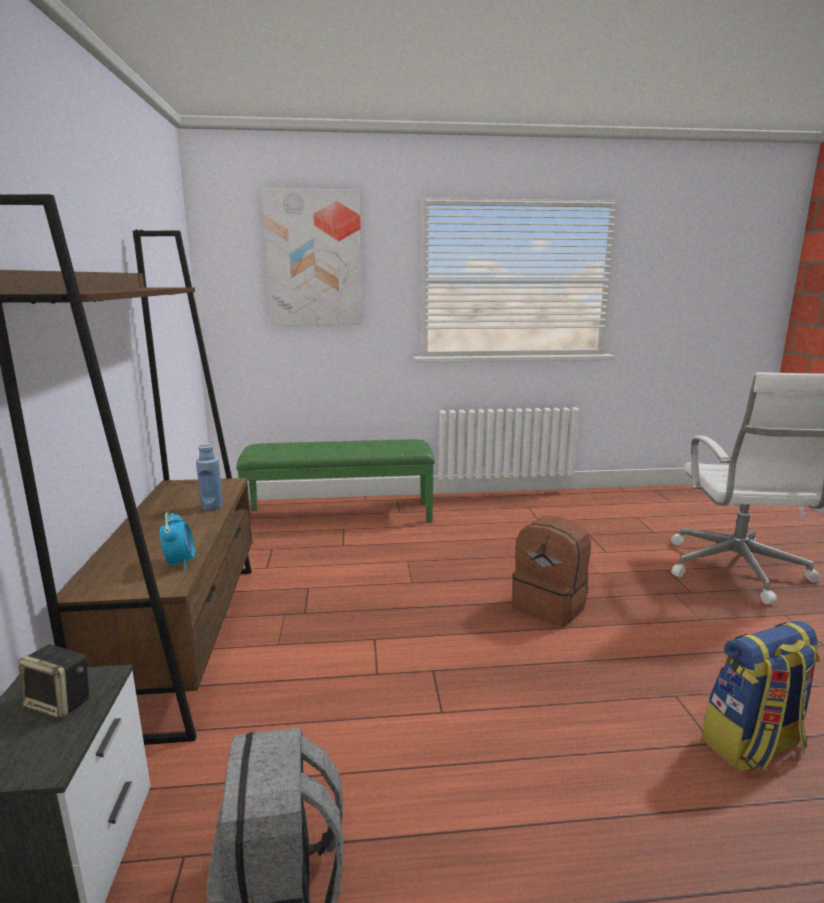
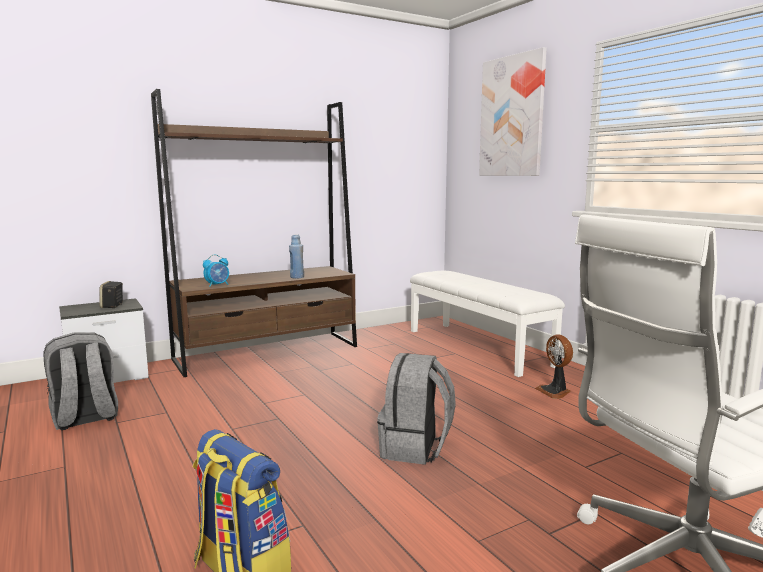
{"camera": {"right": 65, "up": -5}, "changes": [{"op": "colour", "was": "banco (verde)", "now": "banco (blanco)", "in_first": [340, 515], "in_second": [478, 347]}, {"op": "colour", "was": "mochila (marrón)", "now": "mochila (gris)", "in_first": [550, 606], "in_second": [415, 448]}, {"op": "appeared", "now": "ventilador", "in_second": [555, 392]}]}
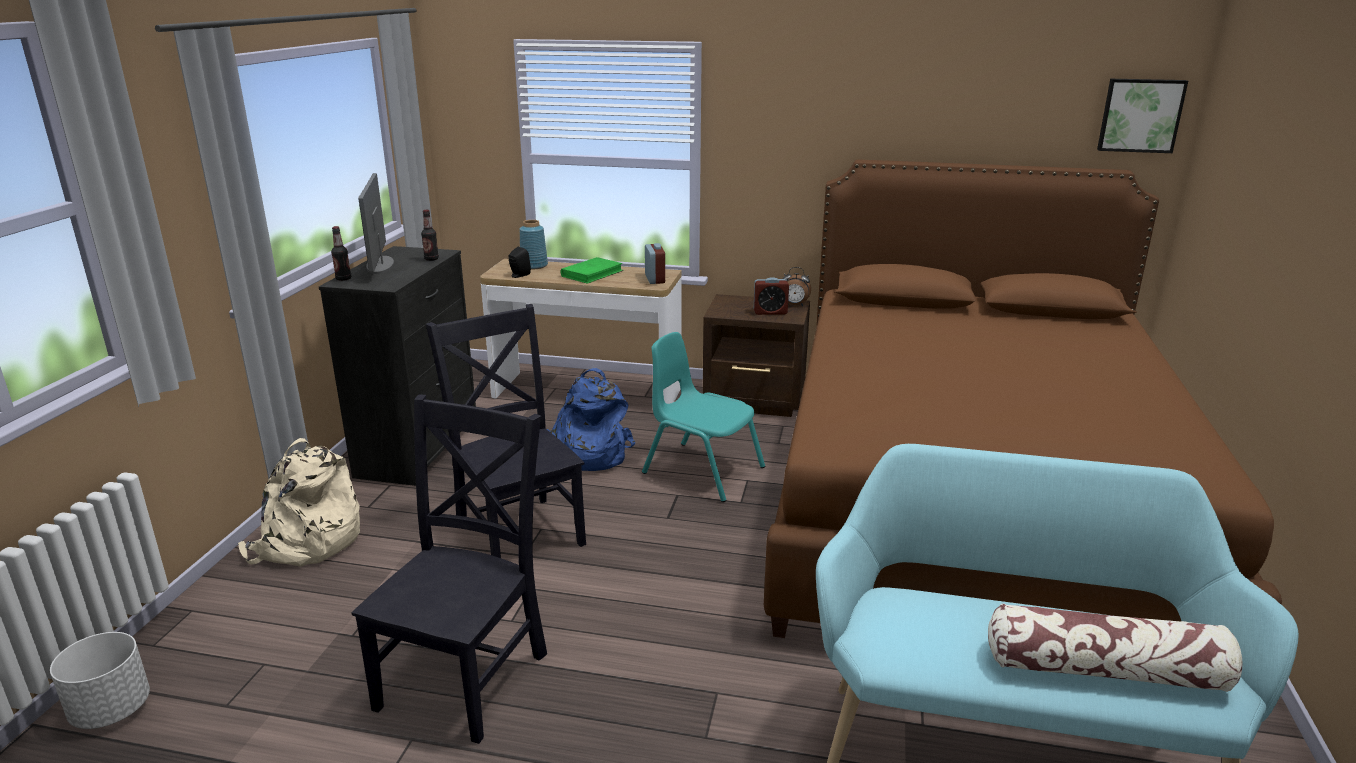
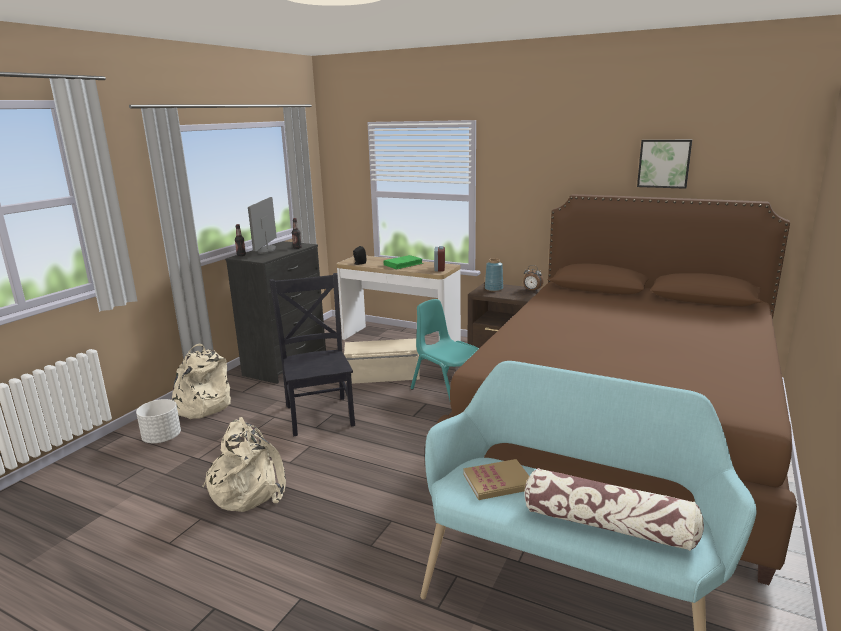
{"camera": {"right": 15, "up": -5}, "changes": [{"op": "relocated", "was": "maceta (blanco)", "in_first": [111, 710], "in_second": [162, 438]}, {"op": "exchanged", "was": "silla (negro)", "now": "mochila (beis)", "in_first": [467, 675], "in_second": [249, 489]}, {"op": "relocated", "was": "florero (azul)", "in_first": [533, 265], "in_second": [493, 289]}, {"op": "exchanged", "was": "mochila (azul)", "now": "caja de almacenaje (beis)", "in_first": [587, 454], "in_second": [382, 375]}, {"op": "missing", "was": "despertador", "in_first": [770, 312]}, {"op": "relocated", "was": "cuadro", "in_first": [1140, 115], "in_second": [664, 163]}, {"op": "appeared", "now": "libro", "in_second": [498, 482]}]}
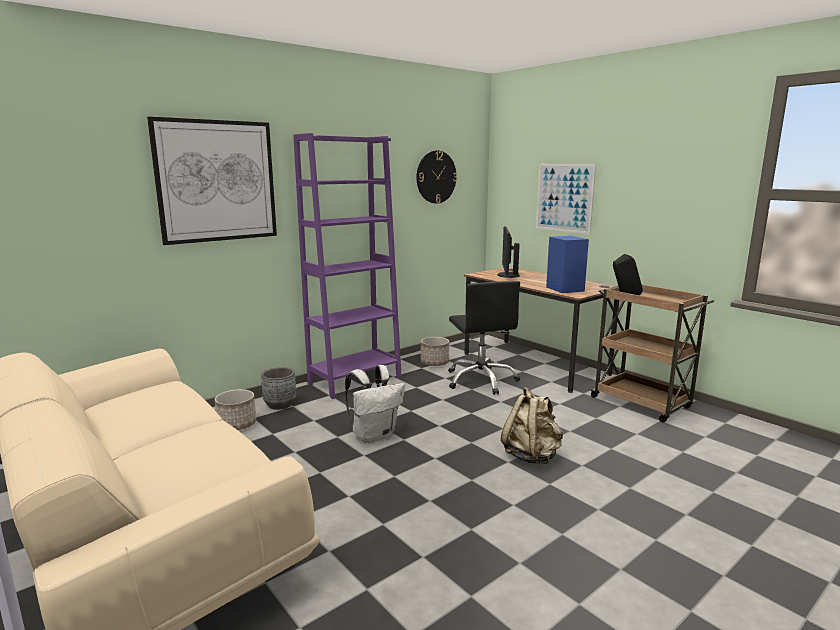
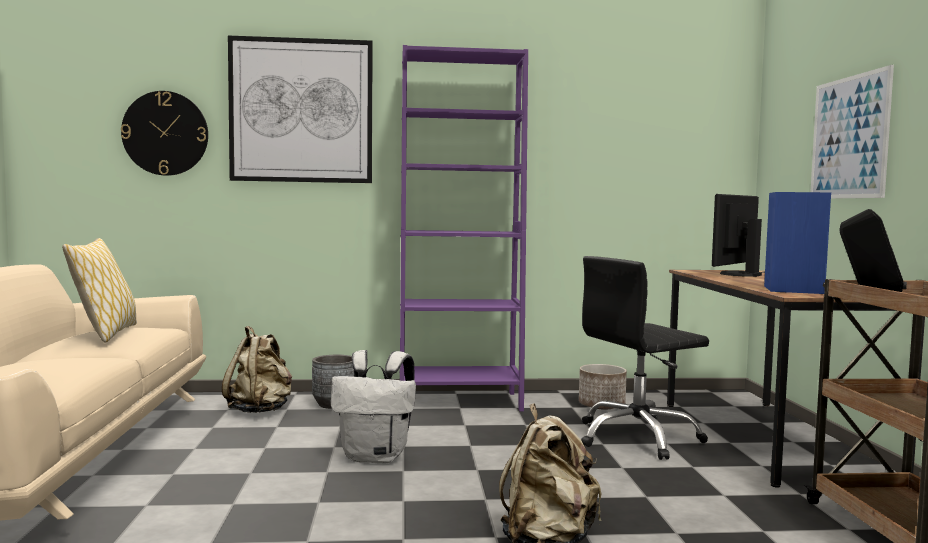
{"camera": {"right": 35, "up": -10}, "changes": [{"op": "exchanged", "was": "maceta", "now": "mochila (beis)", "in_first": [236, 424], "in_second": [260, 410]}, {"op": "relocated", "was": "reloj de pared", "in_first": [436, 177], "in_second": [165, 133]}, {"op": "spun", "was": "silla de oficina (negro)", "in_first": [481, 380], "in_second": [637, 438], "clockwise": 45}, {"op": "appeared", "now": "cojín", "in_second": [105, 334]}]}
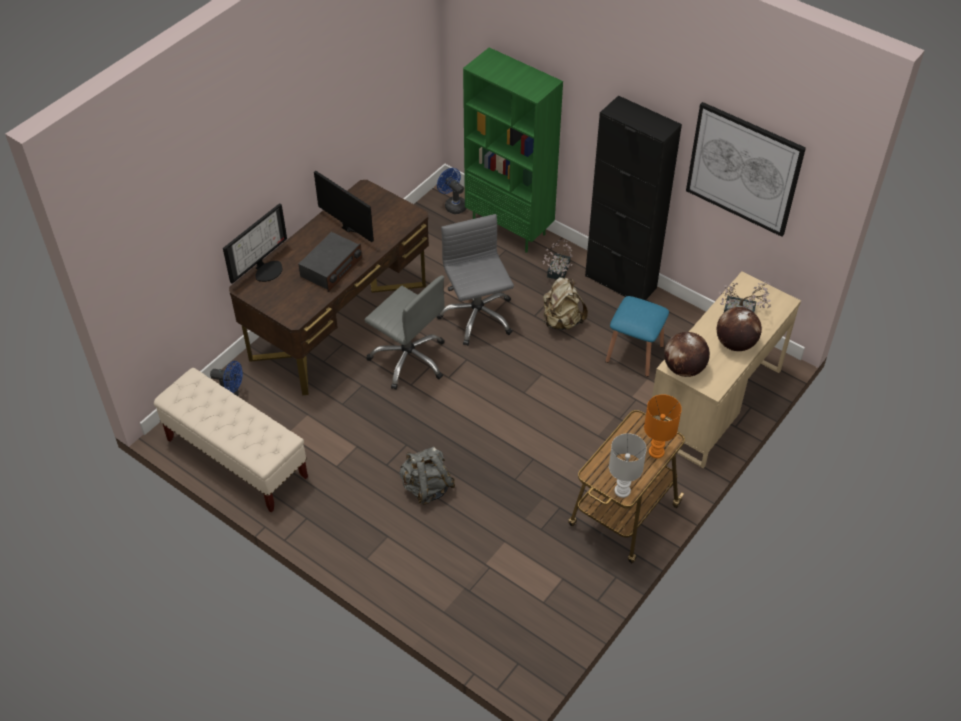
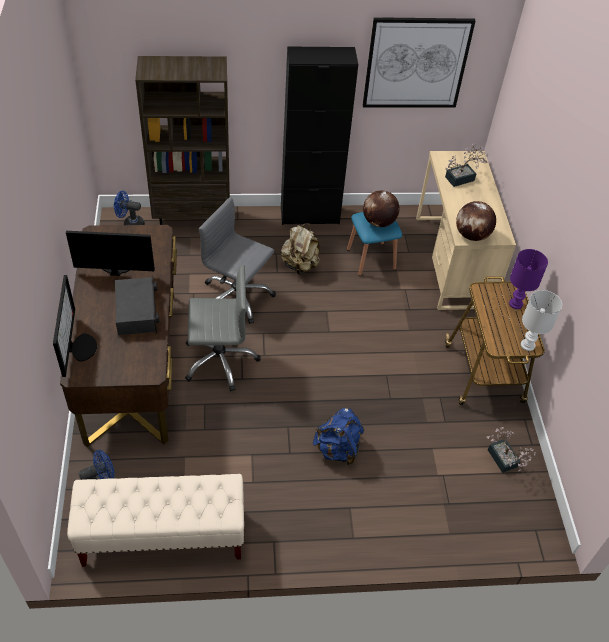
{"camera": {"right": -45, "up": 0}, "changes": [{"op": "colour", "was": "mochila (gris)", "now": "mochila (azul)", "in_first": [426, 487], "in_second": [337, 449]}, {"op": "colour", "was": "estantería (verde)", "now": "estantería (marrón)", "in_first": [510, 229], "in_second": [193, 220]}, {"op": "relocated", "was": "planta en maceta", "in_first": [557, 272], "in_second": [504, 461]}, {"op": "colour", "was": "lámpara de mesa (naranja)", "now": "lámpara de mesa (morado)", "in_first": [655, 452], "in_second": [515, 304]}, {"op": "relocated", "was": "globo terráqueo", "in_first": [735, 344], "in_second": [378, 222]}]}
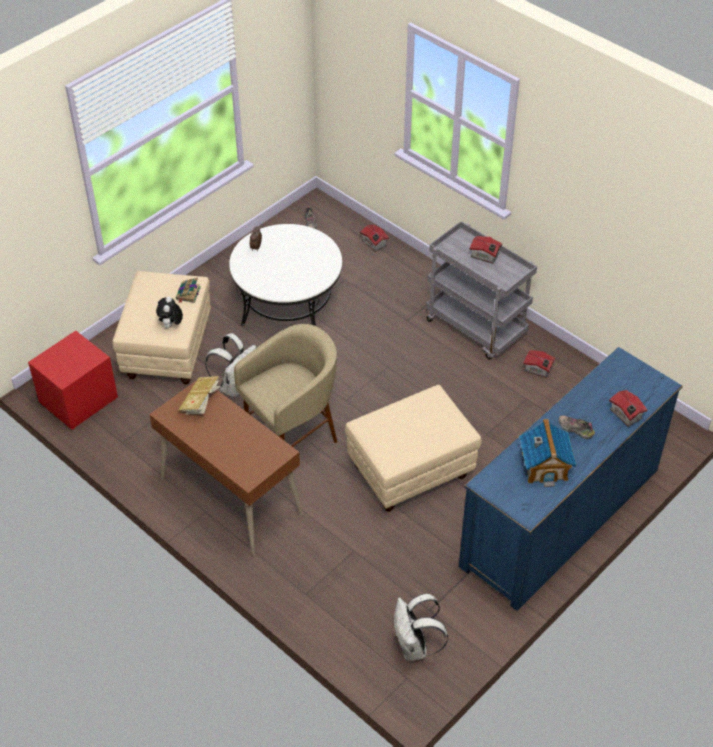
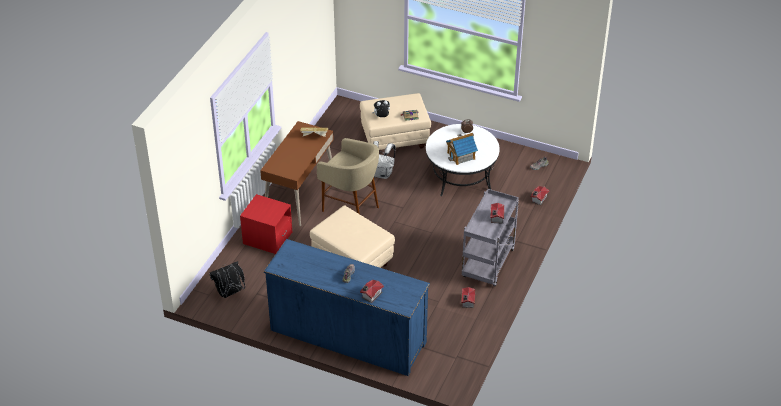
{"camera": {"right": 70, "up": -5}, "changes": [{"op": "relocated", "was": "mesita de noche (rojo)", "in_first": [78, 400], "in_second": [267, 238]}, {"op": "colour", "was": "mochila (blanco)", "now": "mochila (negro)", "in_first": [415, 647], "in_second": [229, 293]}, {"op": "relocated", "was": "casita", "in_first": [545, 466], "in_second": [461, 155]}]}
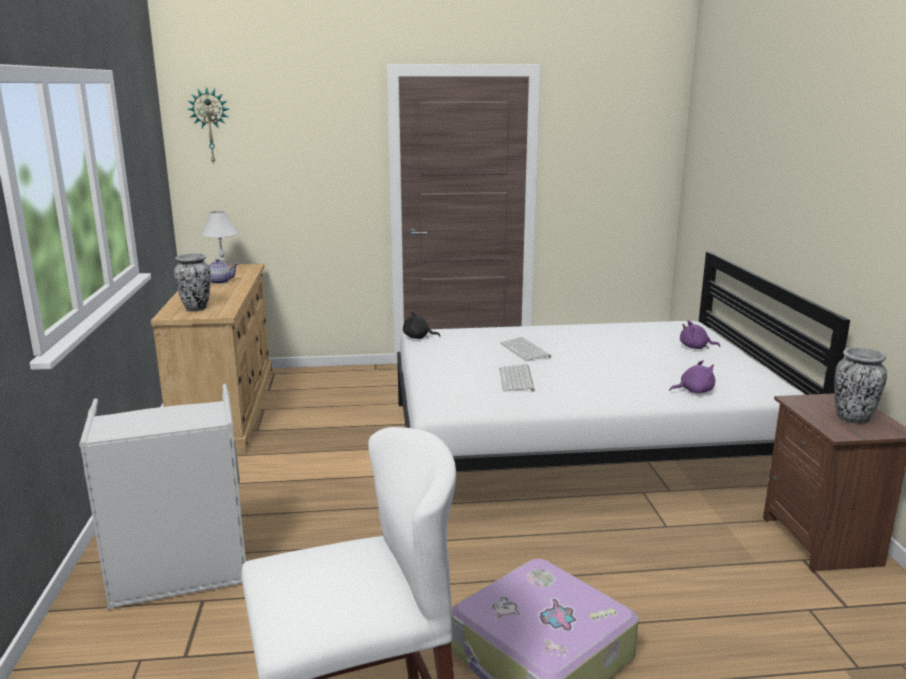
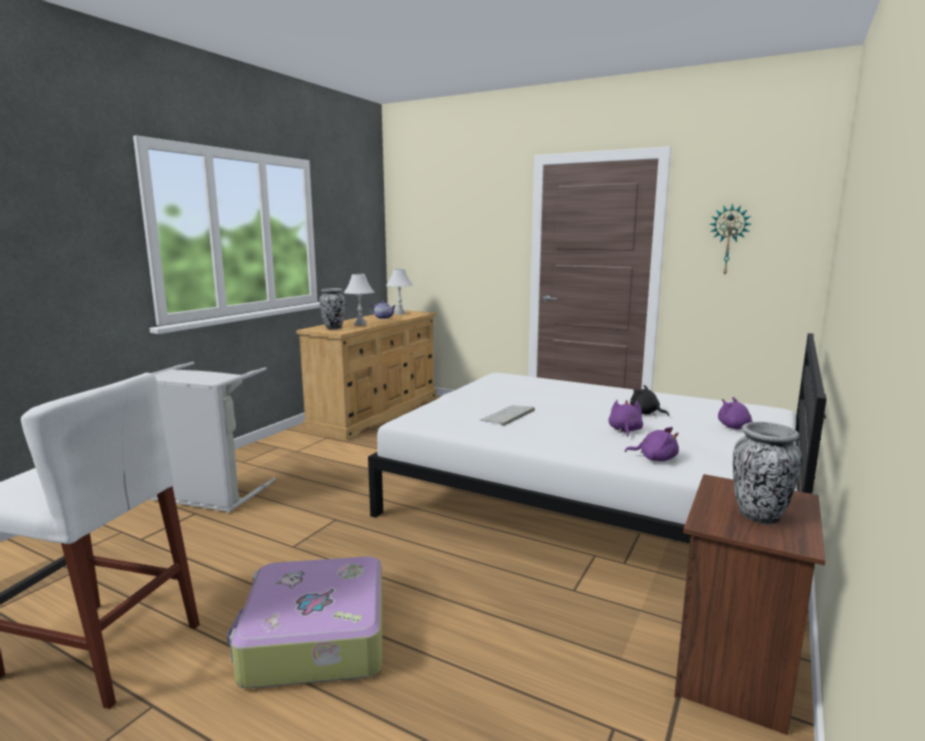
{"camera": {"right": 35, "up": -5}, "changes": [{"op": "relocated", "was": "reloj de pared", "in_first": [210, 126], "in_second": [728, 240]}, {"op": "relocated", "was": "peluche (negro)", "in_first": [418, 337], "in_second": [645, 413]}, {"op": "missing", "was": "teclado", "in_first": [526, 350]}, {"op": "appeared", "now": "lámpara de mesa (blanco)", "in_second": [360, 324]}, {"op": "appeared", "now": "peluche (morado)", "in_second": [624, 430]}]}
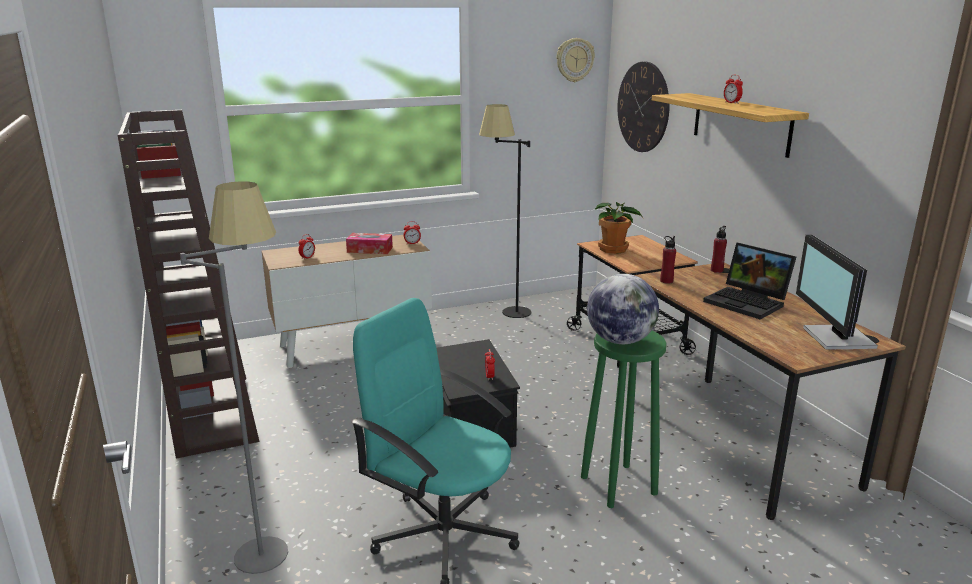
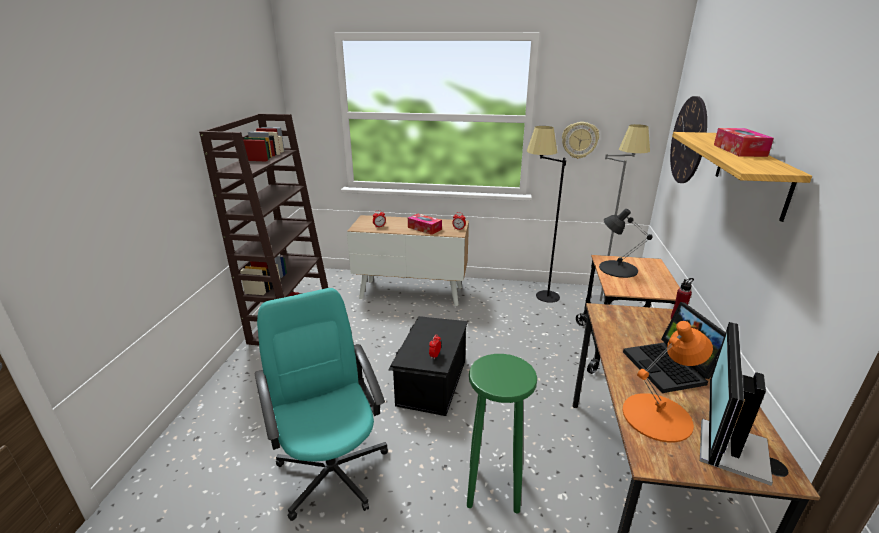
{"camera": {"right": 30, "up": 5}, "changes": [{"op": "relocated", "was": "lámpara de pie (gris)", "in_first": [269, 538], "in_second": [603, 296]}, {"op": "relocated", "was": "reloj de pared", "in_first": [574, 60], "in_second": [579, 140]}, {"op": "missing", "was": "globo terráqueo", "in_first": [620, 341]}, {"op": "exchanged", "was": "planta en maceta", "now": "lámpara de mesa (negro)", "in_first": [614, 249], "in_second": [617, 268]}, {"op": "missing", "was": "botella (rojo)", "in_first": [666, 281]}, {"op": "exchanged", "was": "despertador", "now": "caja de pañuelos", "in_first": [731, 103], "in_second": [739, 150]}, {"op": "appeared", "now": "lámpara de mesa (naranja)", "in_second": [658, 417]}]}
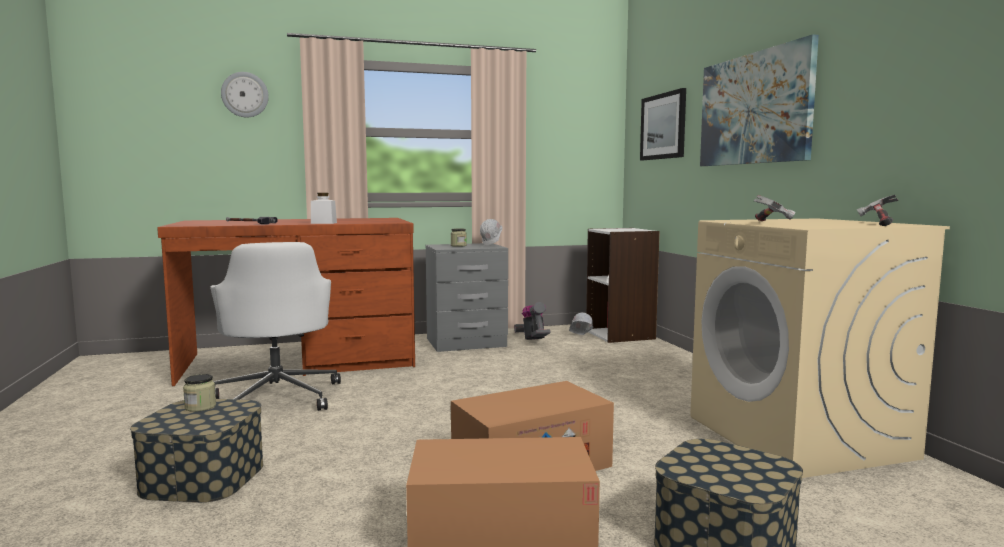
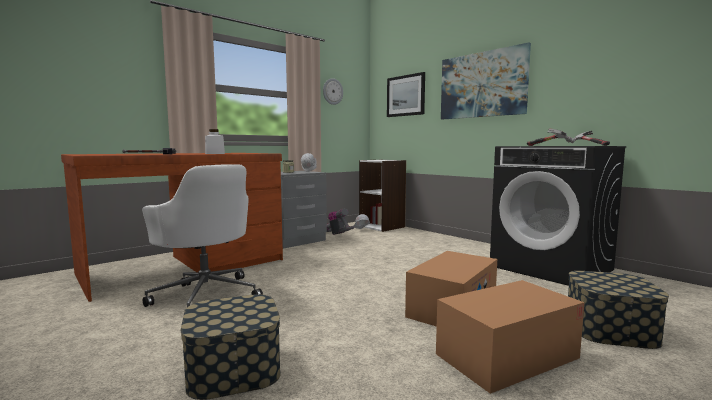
{"camera": {"right": -25, "up": 0}, "changes": [{"op": "missing", "was": "tarro", "in_first": [200, 407]}, {"op": "relocated", "was": "reloj de pared", "in_first": [245, 95], "in_second": [332, 91]}, {"op": "colour", "was": "lavadora (beis)", "now": "lavadora (negro)", "in_first": [799, 437], "in_second": [552, 268]}]}
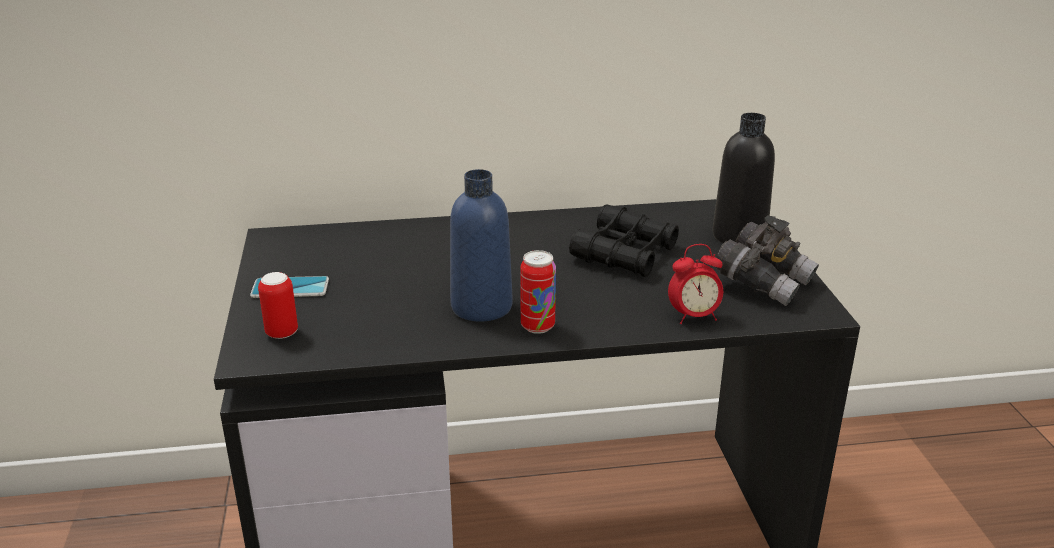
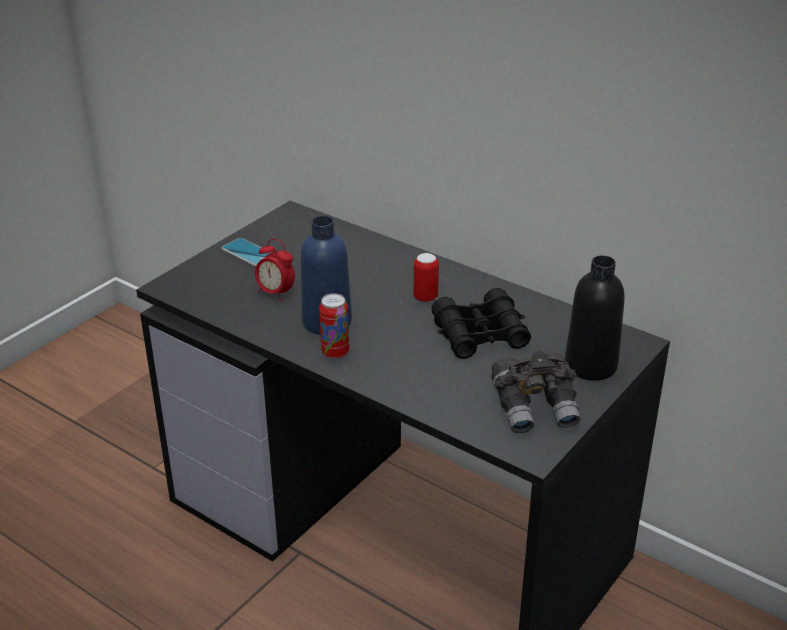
{"camera": {"right": 45, "up": 5}, "changes": [{"op": "relocated", "was": "lata", "in_first": [282, 333], "in_second": [425, 298]}, {"op": "relocated", "was": "despertador", "in_first": [694, 317], "in_second": [275, 293]}]}
